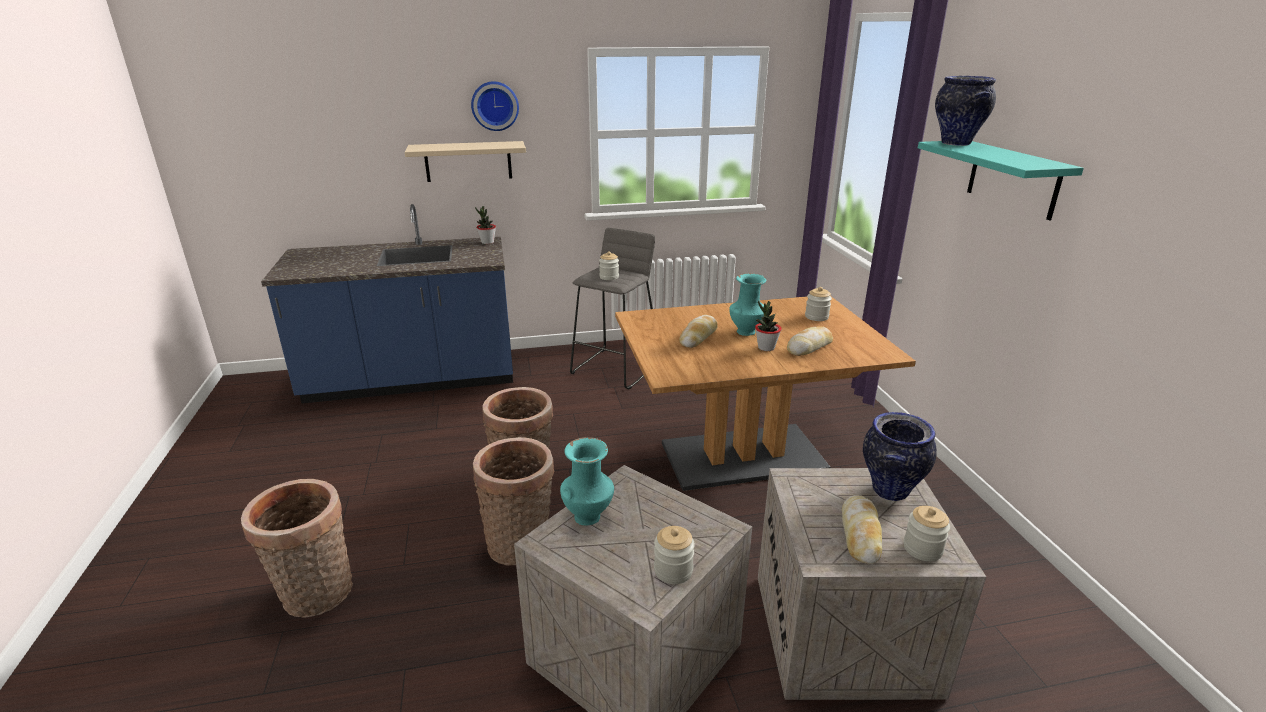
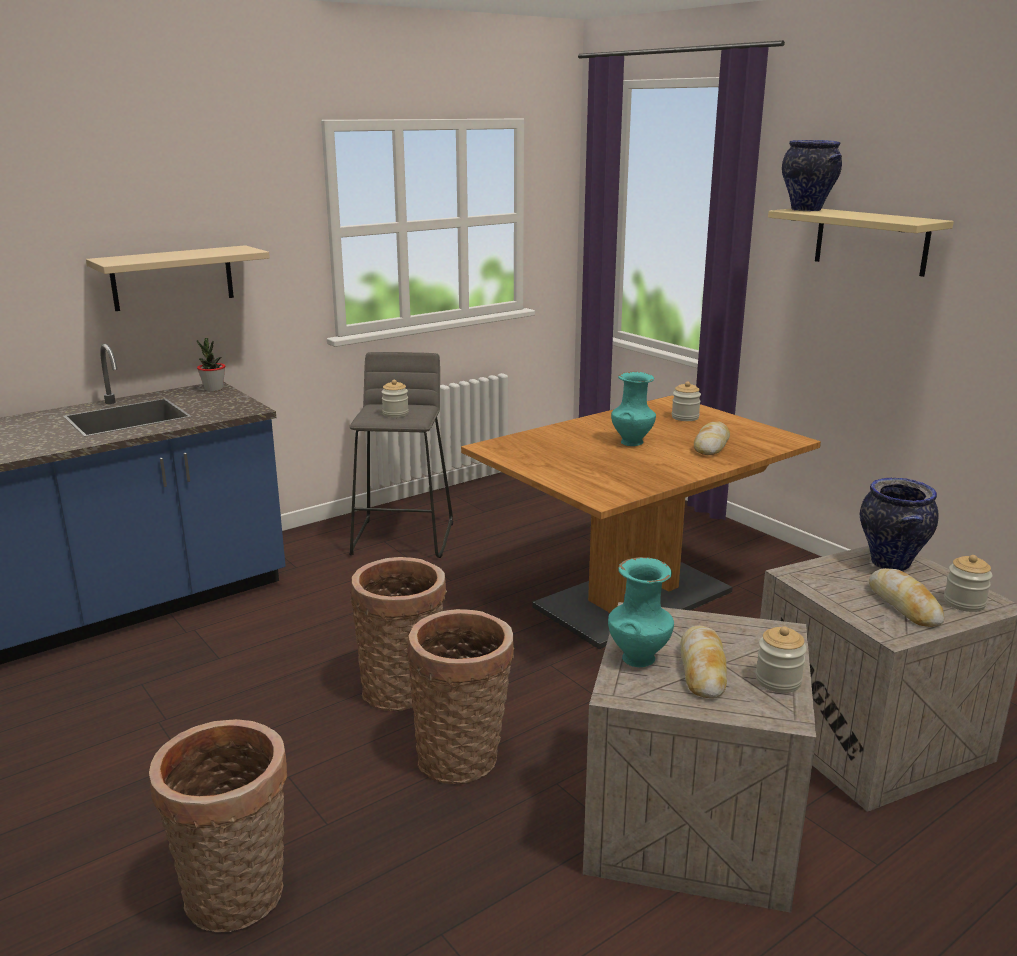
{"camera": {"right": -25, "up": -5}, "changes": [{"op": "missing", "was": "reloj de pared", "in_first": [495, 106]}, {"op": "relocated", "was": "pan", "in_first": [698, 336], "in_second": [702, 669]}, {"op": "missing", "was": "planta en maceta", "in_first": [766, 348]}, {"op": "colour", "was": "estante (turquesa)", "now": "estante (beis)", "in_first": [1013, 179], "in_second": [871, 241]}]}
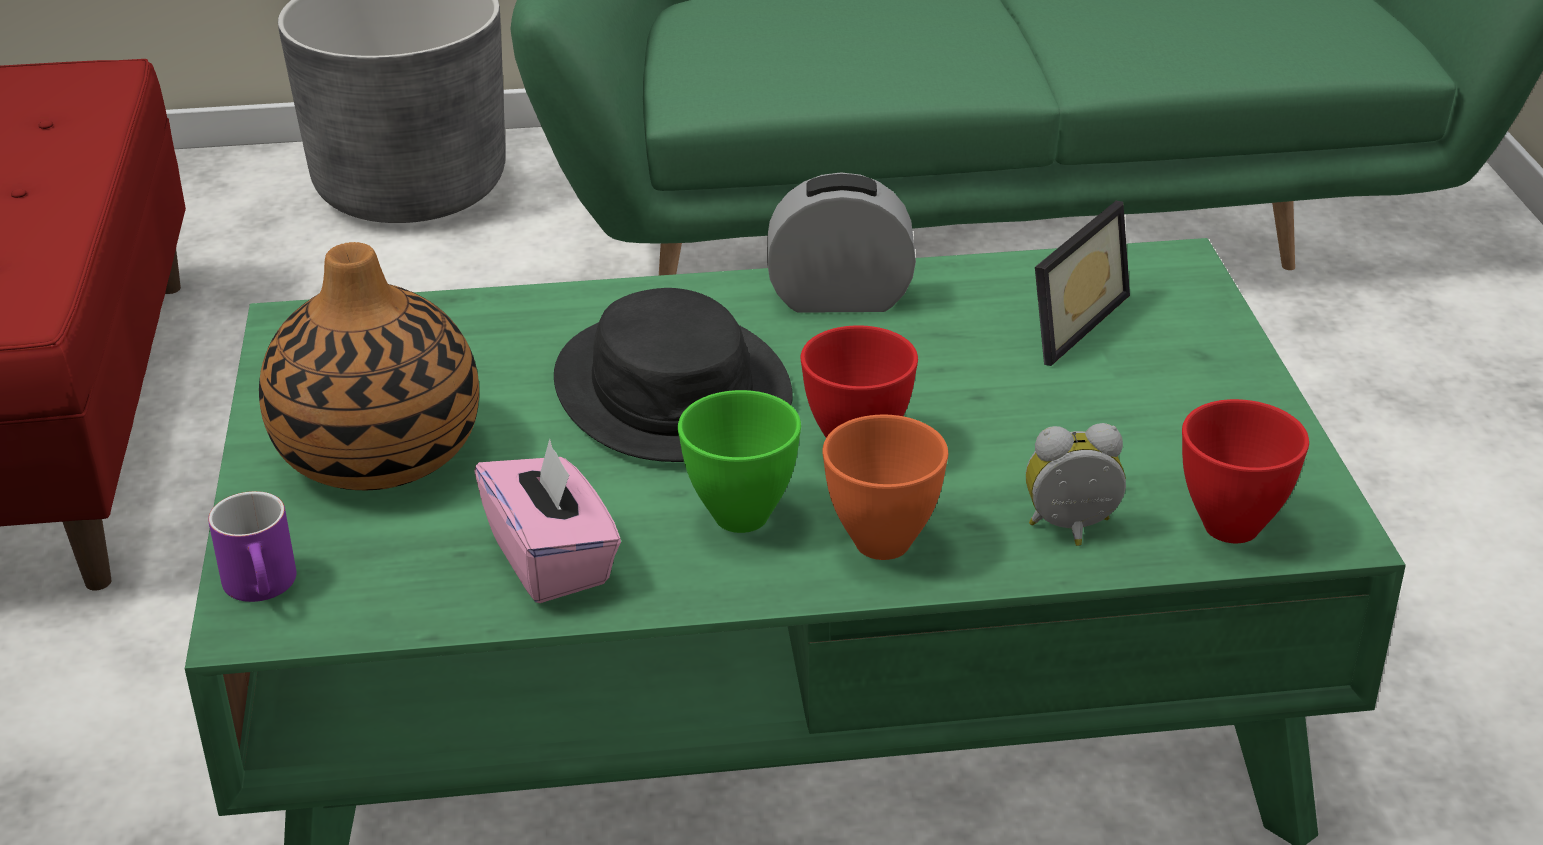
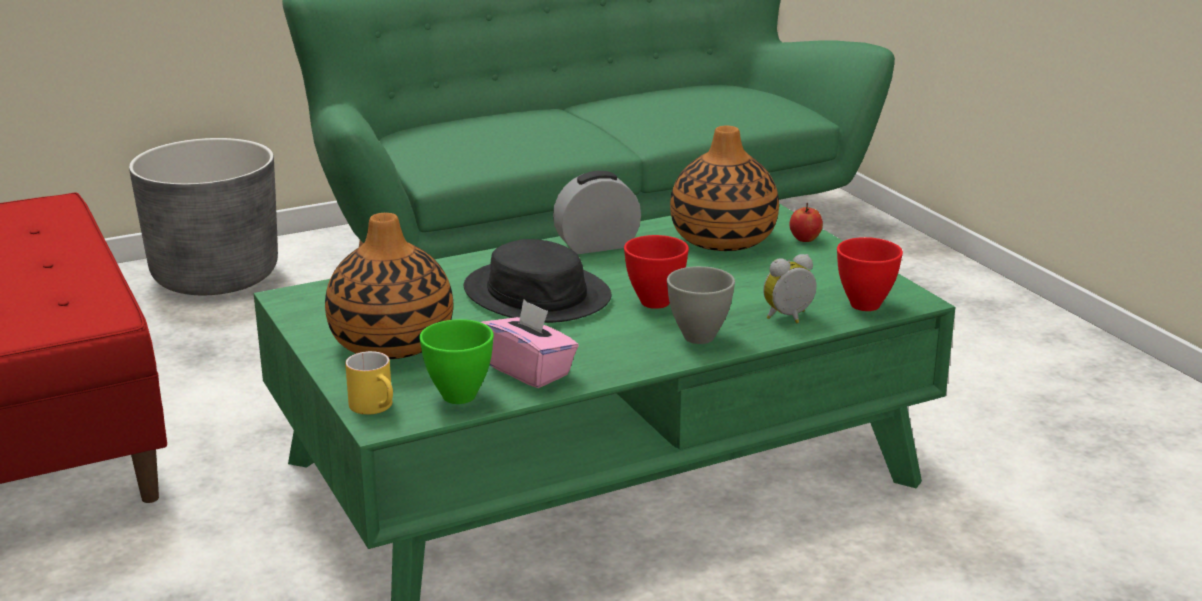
{"camera": {"right": -20, "up": -10}, "changes": [{"op": "colour", "was": "taza grande (morado)", "now": "taza grande (amarillo)", "in_first": [264, 587], "in_second": [377, 407]}, {"op": "relocated", "was": "cuenco (verde)", "in_first": [742, 518], "in_second": [460, 397]}, {"op": "colour", "was": "cuenco (naranja)", "now": "cuenco (gris)", "in_first": [885, 542], "in_second": [700, 336]}, {"op": "exchanged", "was": "portarretratos", "now": "florero", "in_first": [1064, 322], "in_second": [722, 239]}, {"op": "appeared", "now": "manzana", "in_second": [805, 239]}]}
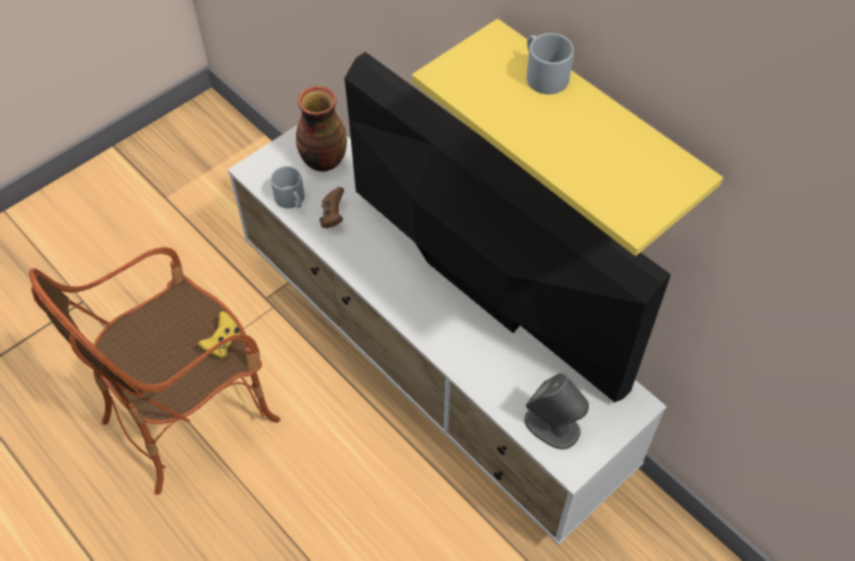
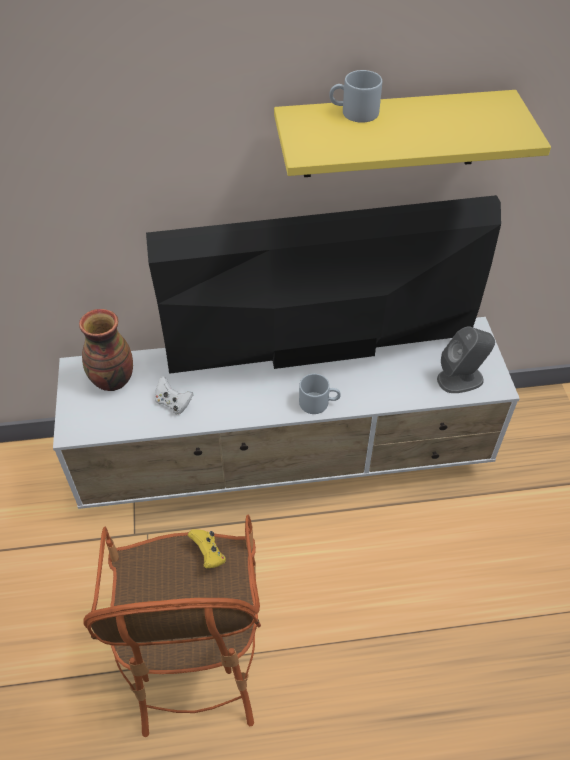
{"camera": {"right": -55, "up": -5}, "changes": [{"op": "relocated", "was": "taza grande (gris)", "in_first": [292, 200], "in_second": [319, 402]}, {"op": "colour", "was": "mando de consola (marrón)", "now": "mando de consola (blanco)", "in_first": [333, 216], "in_second": [173, 403]}]}
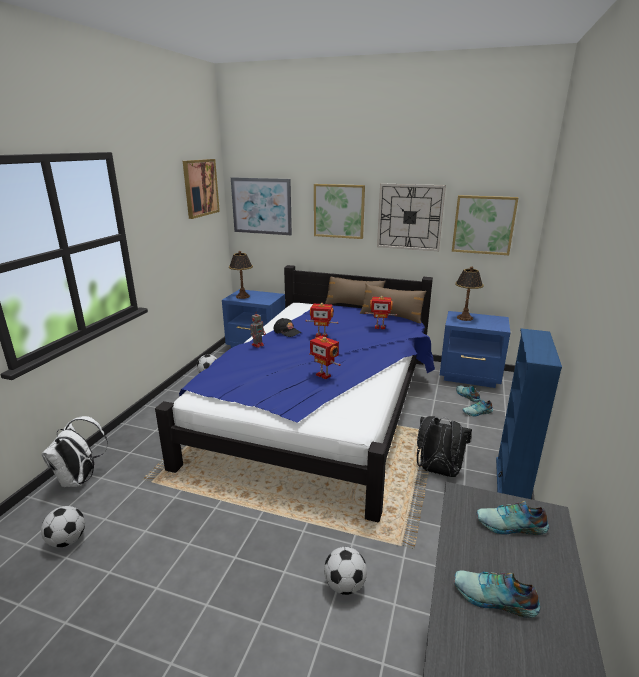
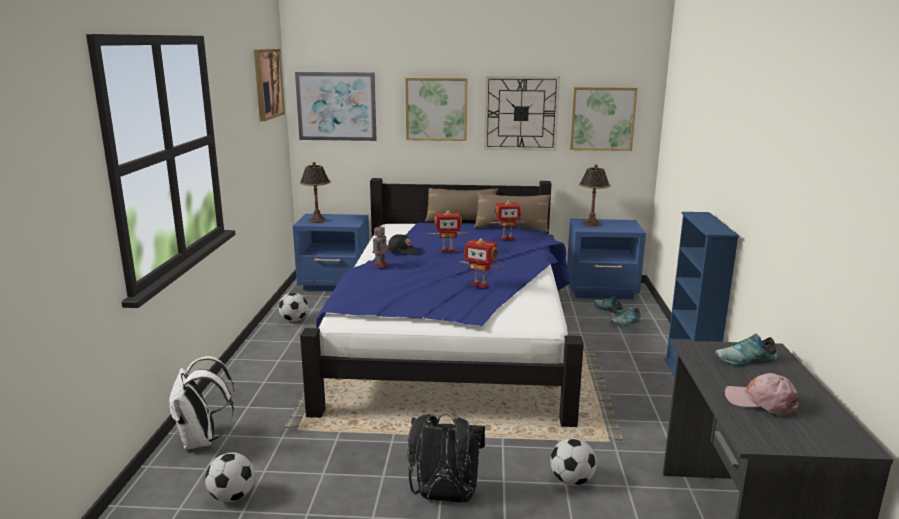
{"camera": {"right": -15, "up": -5}, "changes": [{"op": "relocated", "was": "mochila (negro)", "in_first": [438, 471], "in_second": [444, 497]}, {"op": "exchanged", "was": "zapato", "now": "gorra (rosa)", "in_first": [494, 599], "in_second": [761, 401]}]}
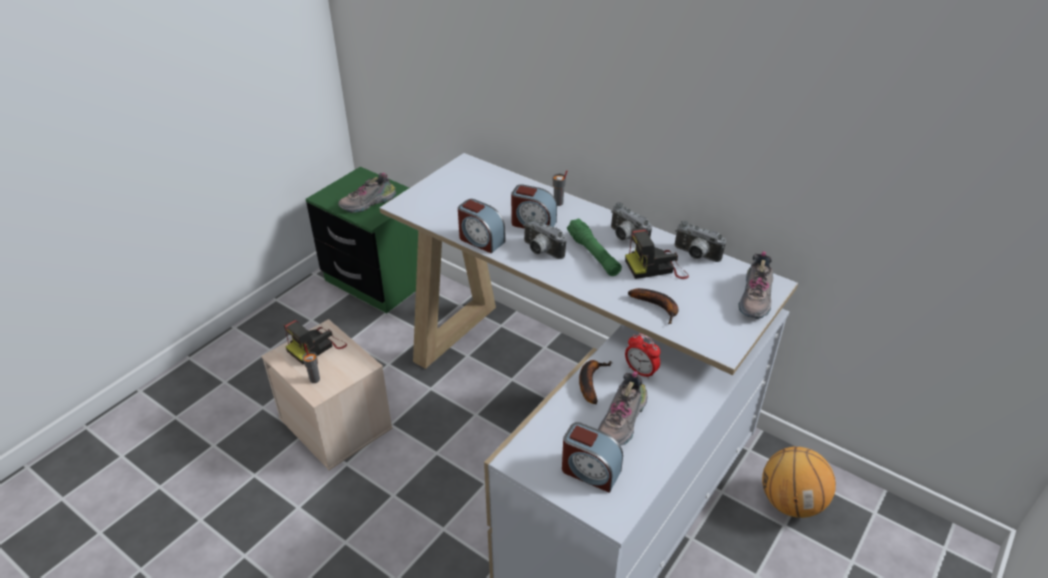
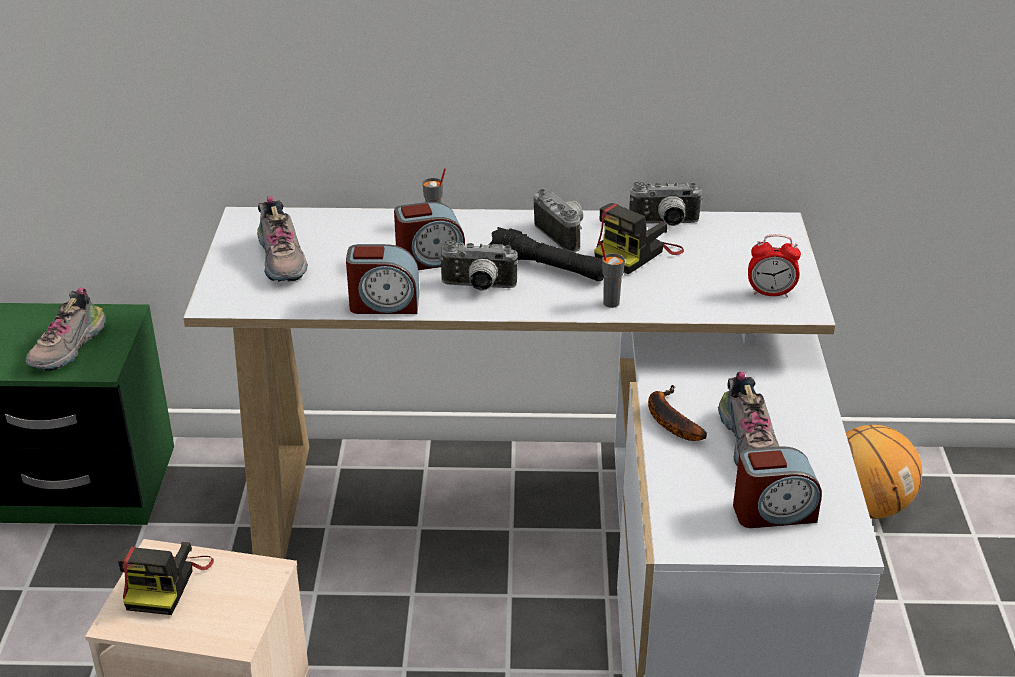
{"camera": {"right": -35, "up": -5}, "changes": [{"op": "relocated", "was": "taza (gris)", "in_first": [315, 379], "in_second": [610, 302]}, {"op": "colour", "was": "linterna (verde)", "now": "linterna (negro)", "in_first": [593, 255], "in_second": [548, 267]}, {"op": "spun", "was": "cámara", "in_first": [625, 238], "in_second": [564, 234], "clockwise": -135}, {"op": "relocated", "was": "despertador", "in_first": [640, 371], "in_second": [770, 293]}, {"op": "missing", "was": "plátano", "in_first": [658, 307]}, {"op": "relocated", "was": "zapato", "in_first": [756, 298], "in_second": [283, 260]}]}
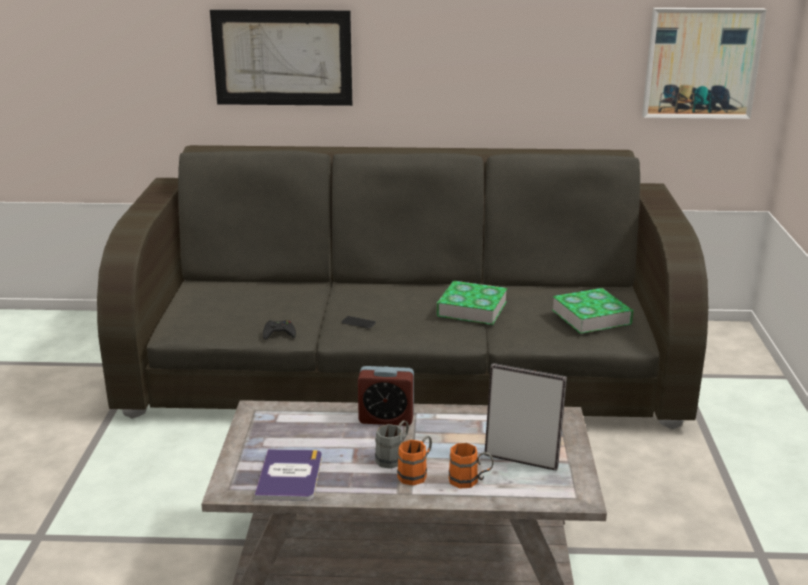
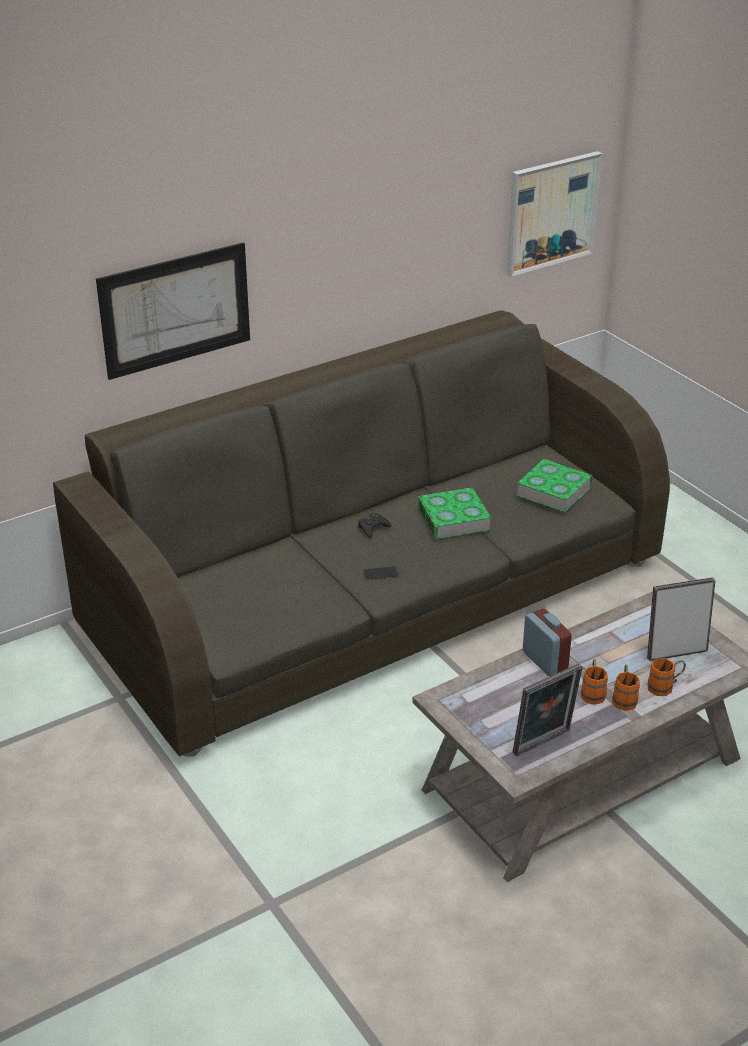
{"camera": {"right": -35, "up": 10}, "changes": [{"op": "exchanged", "was": "libro", "now": "portarretratos", "in_first": [289, 476], "in_second": [544, 744]}, {"op": "relocated", "was": "mando de consola (negro)", "in_first": [279, 333], "in_second": [373, 528]}, {"op": "spun", "was": "despertador", "in_first": [386, 418], "in_second": [545, 661], "clockwise": -90}, {"op": "colour", "was": "taza grande (gris)", "now": "taza grande (naranja)", "in_first": [394, 457], "in_second": [592, 692]}]}
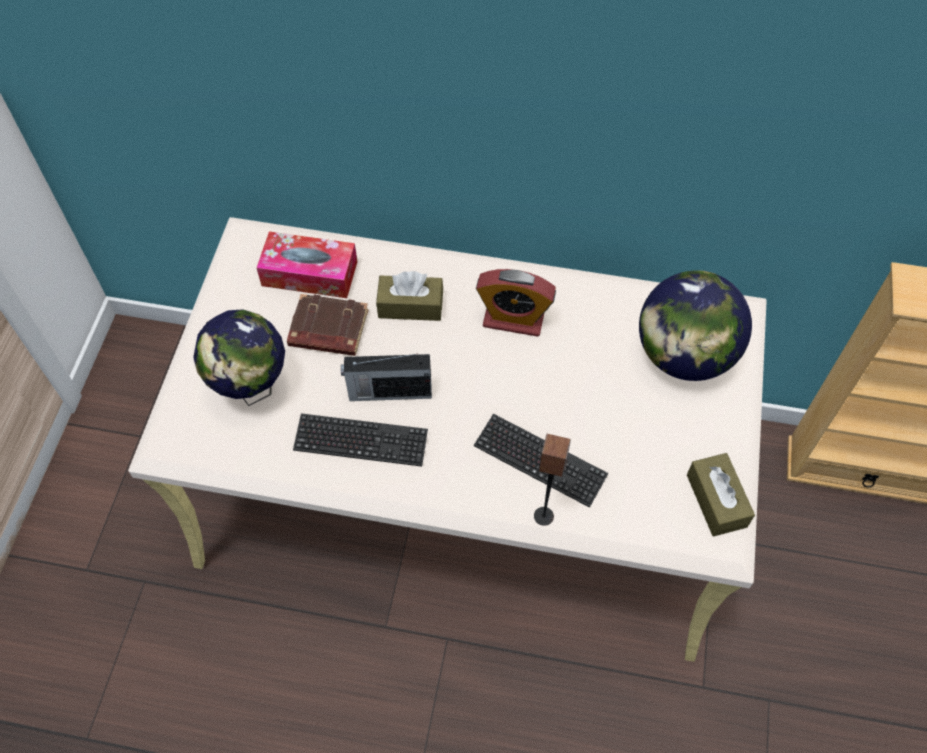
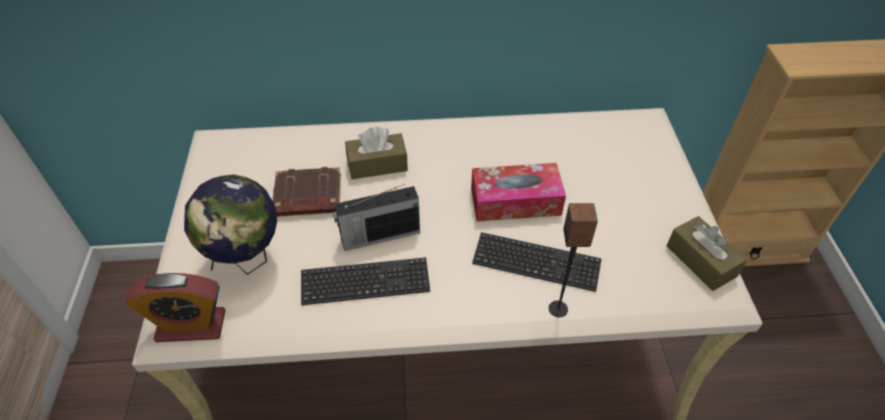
{"camera": {"right": -15, "up": -10}, "changes": [{"op": "relocated", "was": "caja de pañuelos", "in_first": [309, 273], "in_second": [515, 201]}, {"op": "relocated", "was": "despertador", "in_first": [513, 319], "in_second": [191, 326]}, {"op": "missing", "was": "globo terráqueo", "in_first": [684, 355]}]}
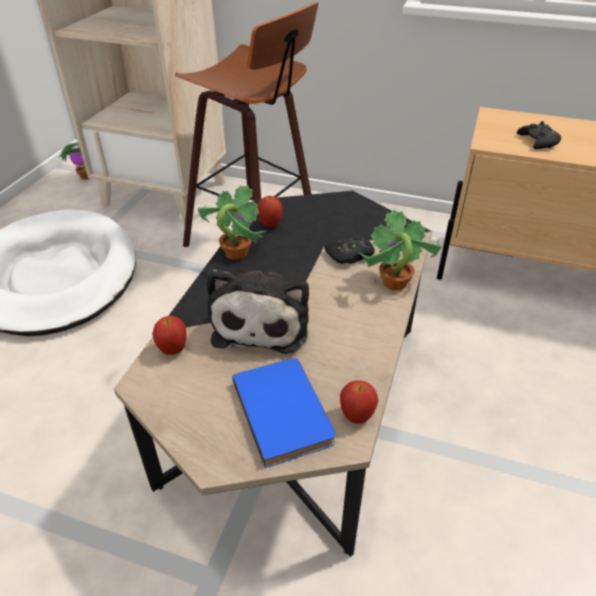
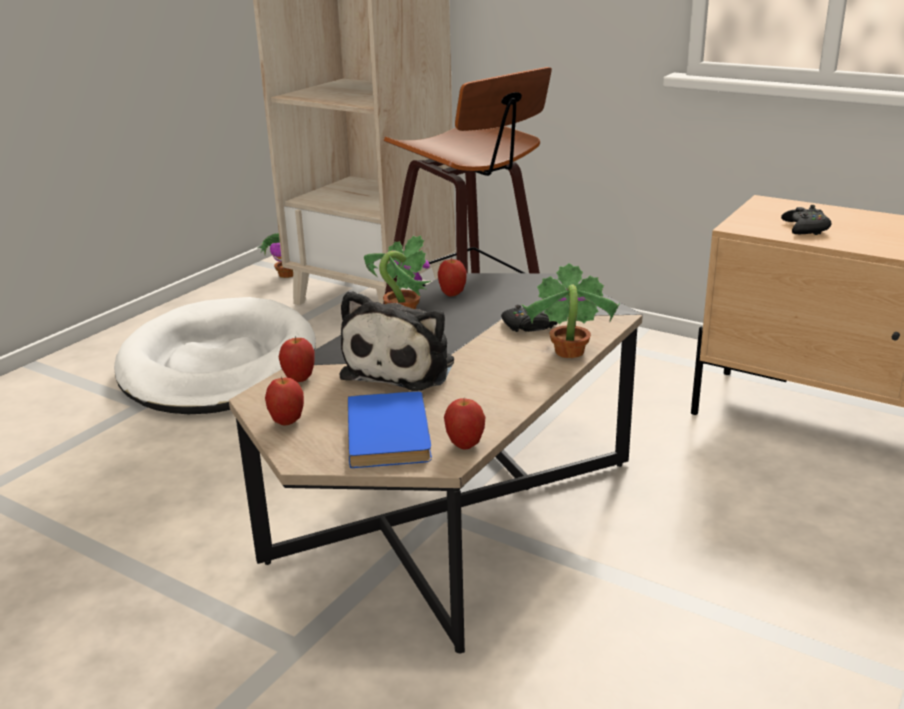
{"camera": {"right": 15, "up": -15}, "changes": [{"op": "appeared", "now": "manzana", "in_second": [287, 422]}]}
